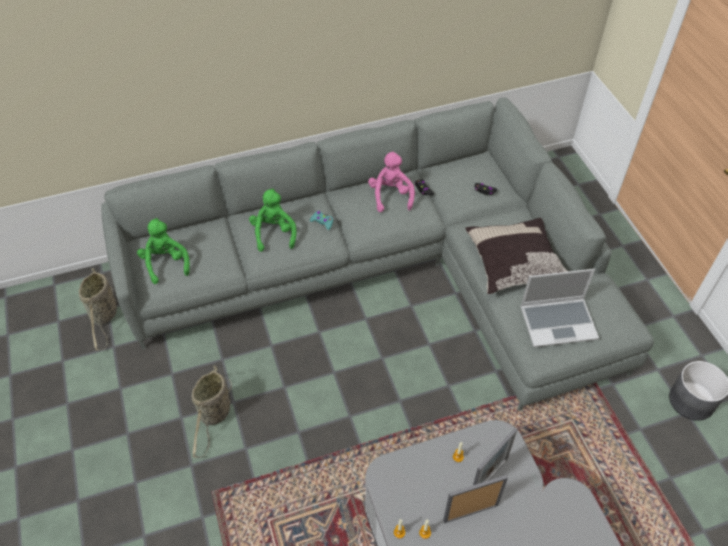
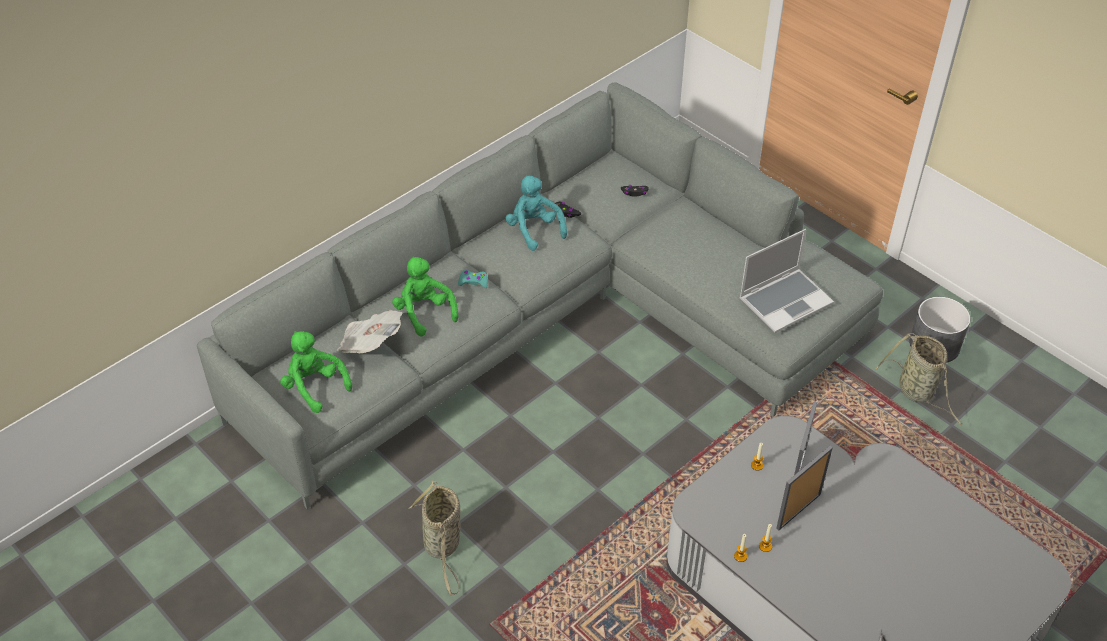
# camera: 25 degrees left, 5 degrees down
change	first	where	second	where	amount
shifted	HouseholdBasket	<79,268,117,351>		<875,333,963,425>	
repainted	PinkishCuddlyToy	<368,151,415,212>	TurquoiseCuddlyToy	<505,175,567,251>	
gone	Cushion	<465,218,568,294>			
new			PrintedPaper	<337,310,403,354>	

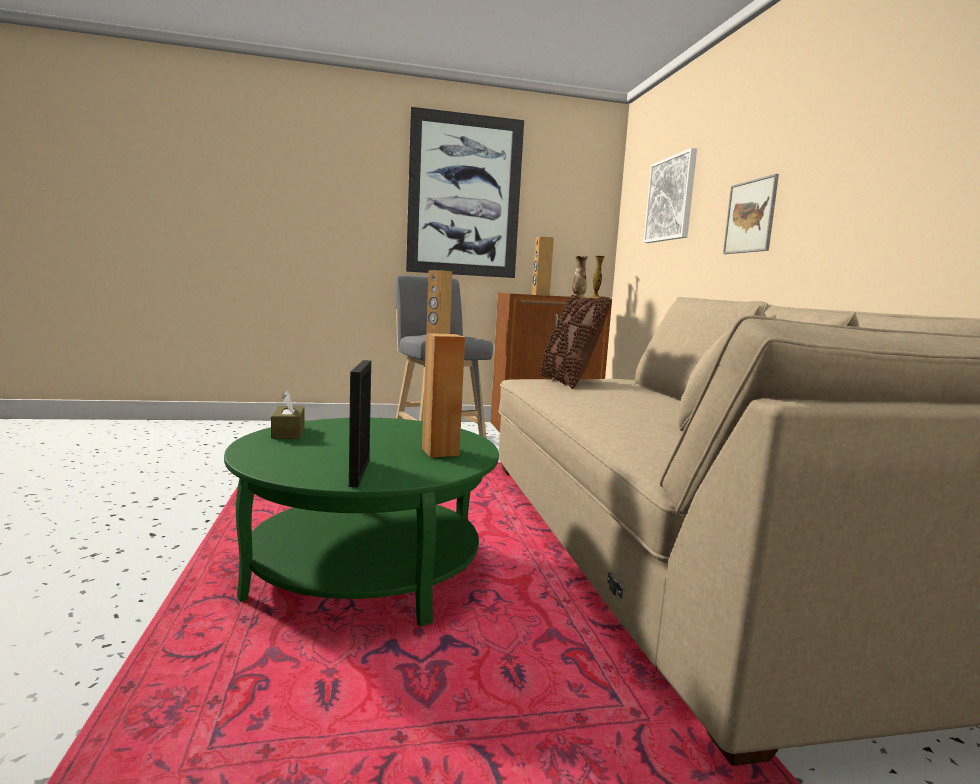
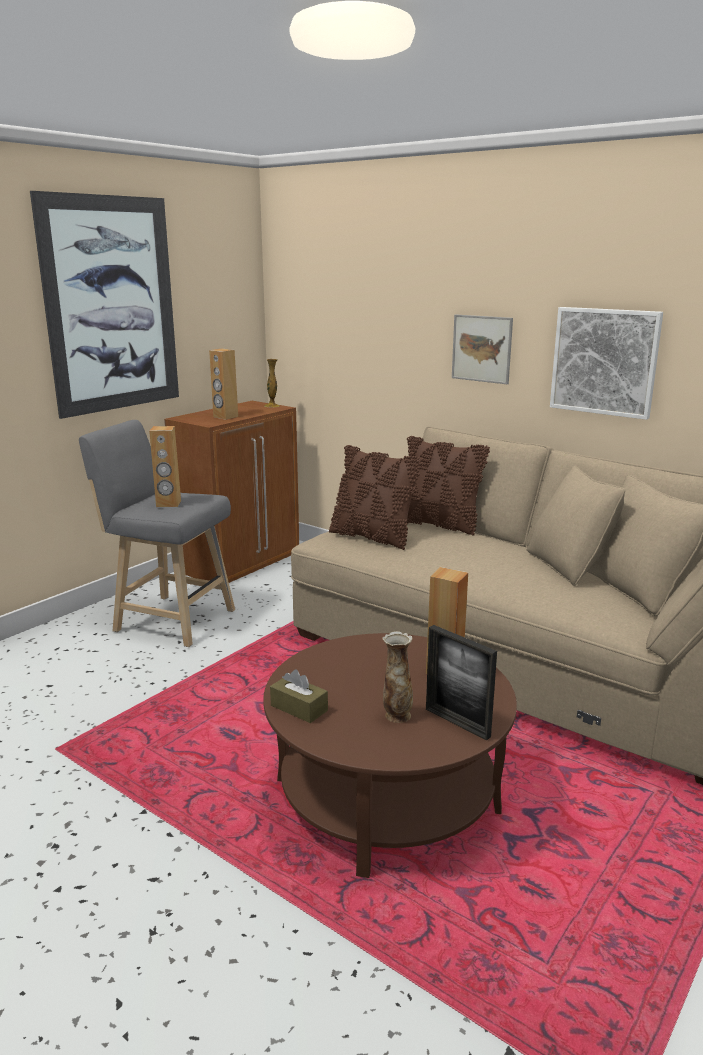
# camera: 40 degrees left, 10 degrees up
change	first	where	second	where	amount
repainted	GreenColouredLoungeTable	<224,418,499,627>	BrownLoungeTable	<263,633,517,878>	
shifted	FlowerVase	<573,256,588,297>		<383,631,413,723>	
shifted	WallArt	<643,148,697,243>		<550,307,663,420>	
new			BrownCushion	<407,436,490,536>	

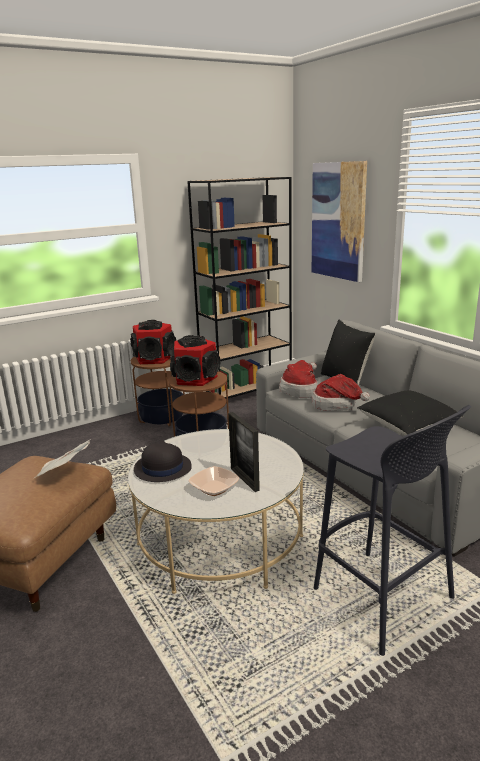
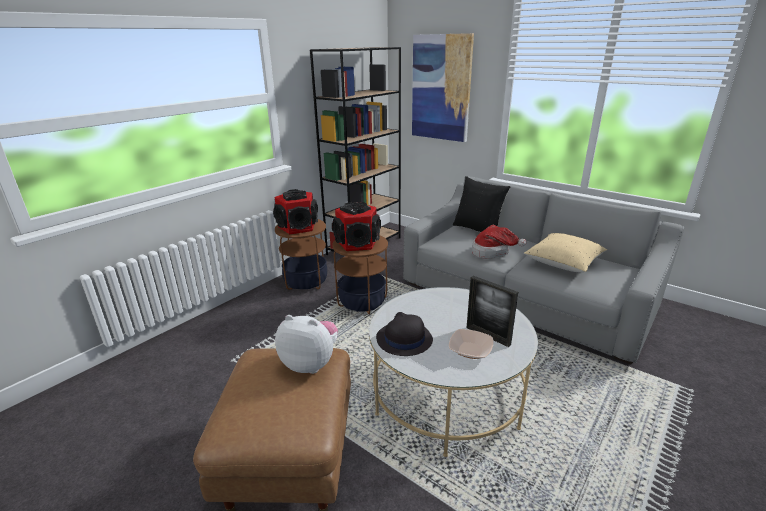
# camera: 20 degrees left, 5 degrees up
change	first	where	second	where	amount
swapped	PrintedPaper	<33,439,91,479>	CuddlyToy	<275,315,338,374>	
gone	ClothingHat	<279,360,318,398>			
gone	GreySittingStool	<314,405,472,656>			
repainted	BlackCushion	<357,390,463,435>	SandColouredCushion	<524,233,607,272>	

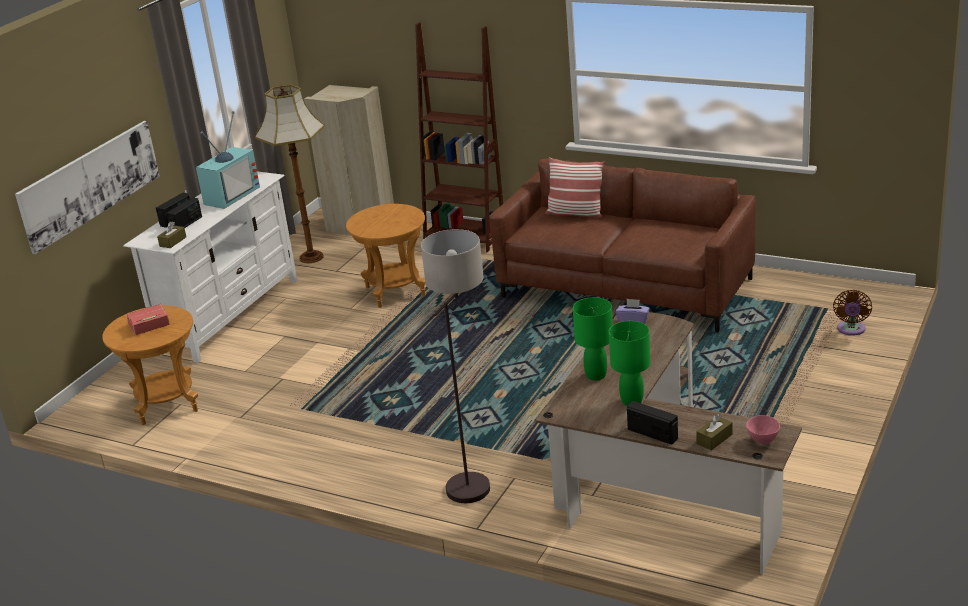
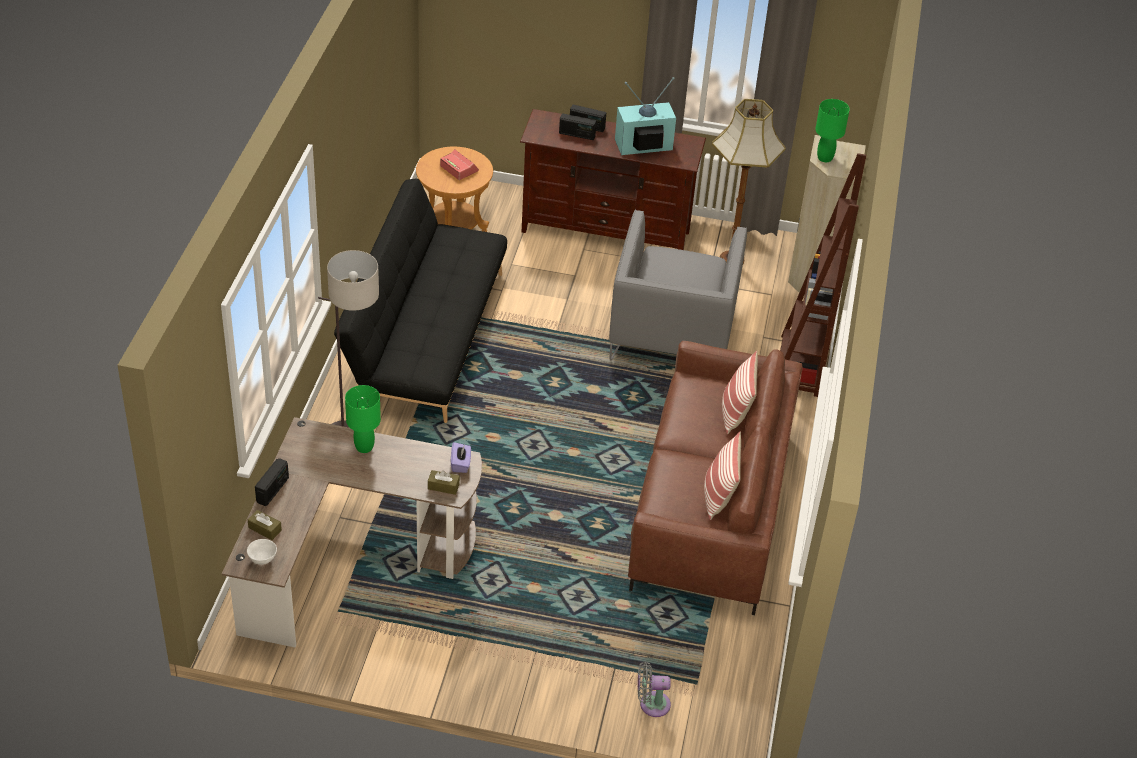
# camera: 70 degrees right, 15 degrees up
change	first	where	second	where	amount
gone	WallArt	<15,121,160,254>			
repainted	WhiteMediaConsole	<123,171,297,363>	BrownMediaConsole	<520,109,706,250>	
shifted	BrownBoxOfTissues	<157,221,186,248>		<428,470,460,495>	
rotated	Tv	<196,111,260,209>		<615,77,676,155>	150 degrees clockwise
swapped	BrownSideTable	<346,204,426,308>	GreyLoungeChair	<609,209,747,361>	
shifted	GreenColouredTableLamp	<609,321,650,406>		<815,99,850,162>	
repainted	PinkishBowl	<746,415,780,444>	WhiteBowl	<247,539,277,565>	
repainted	BrownFan	<833,289,872,336>	GreyFan	<638,661,671,717>	
new			BlackSofa	<334,178,507,423>	
new			Cushion	<704,432,741,520>	

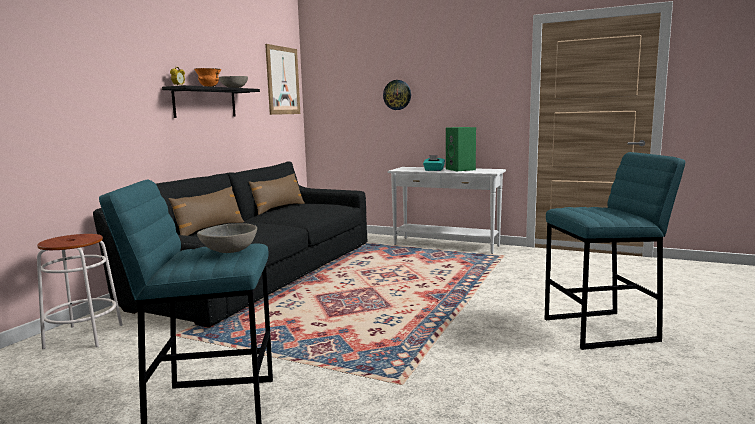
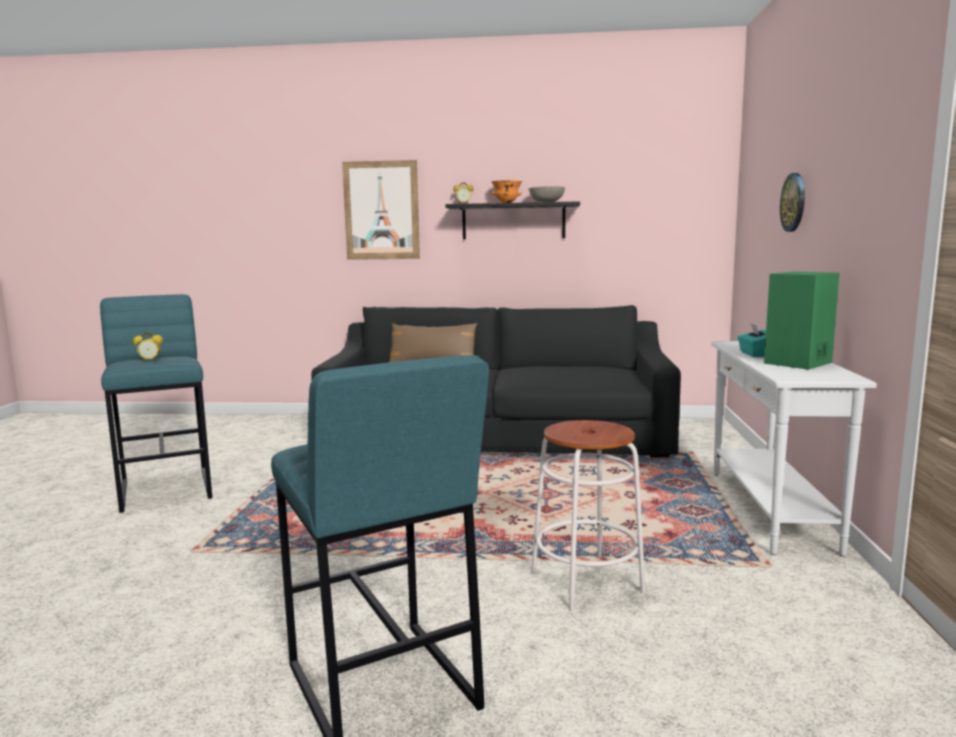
# camera: 70 degrees right, 0 degrees up
change	first	where	second	where	amount
shifted	WhiteSittingStool	<37,234,123,349>		<531,420,646,611>	
swapped	GreyBowl	<197,223,257,253>	BedsideClock	<133,332,163,362>	
gone	BrownCushion	<248,173,305,215>			
shifted	WallArt	<265,44,300,115>		<342,160,420,260>	

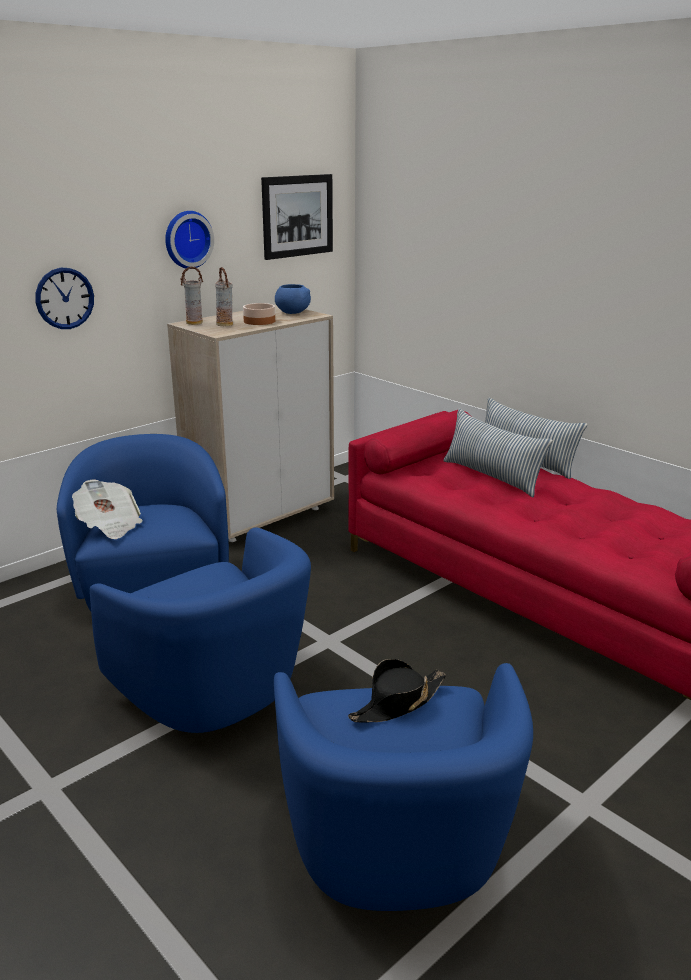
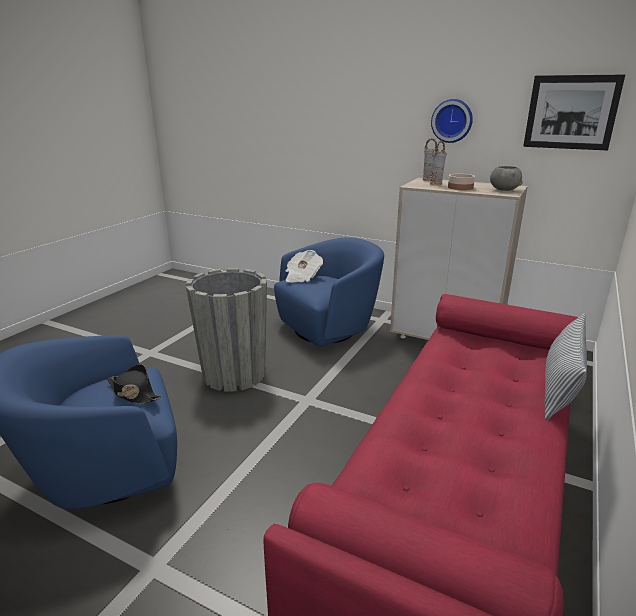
# camera: 70 degrees right, 0 degrees up
change	first	where	second	where	amount
gone	WallClock	<36,268,94,329>			
swapped	BluishLoungeChair	<90,527,311,733>	GreyPlantPot	<186,268,267,392>	
repainted	BluishBowl	<275,284,311,314>	GreyBowl	<490,166,523,191>	
gone	Cushion	<443,409,553,497>			

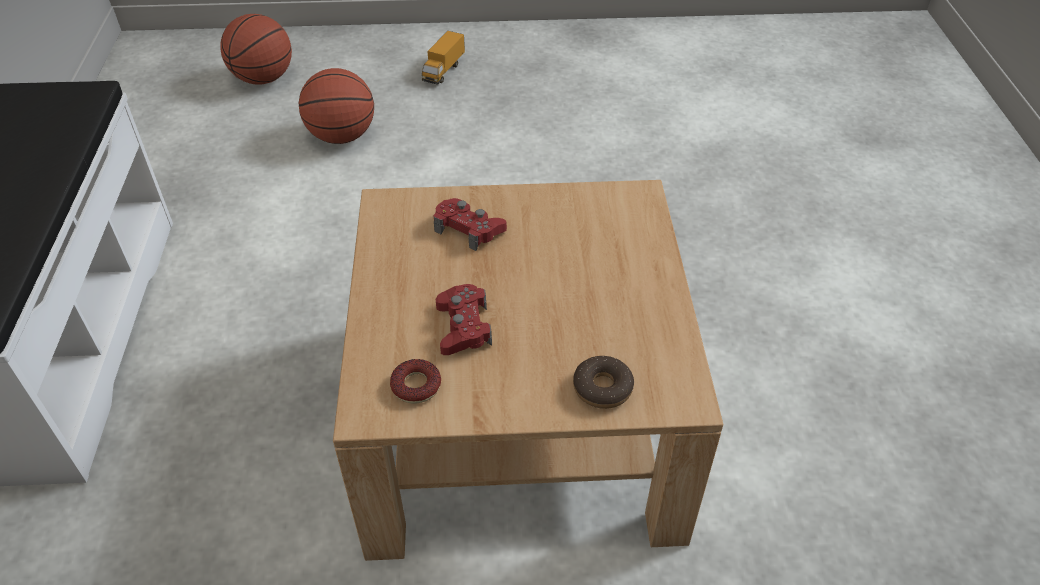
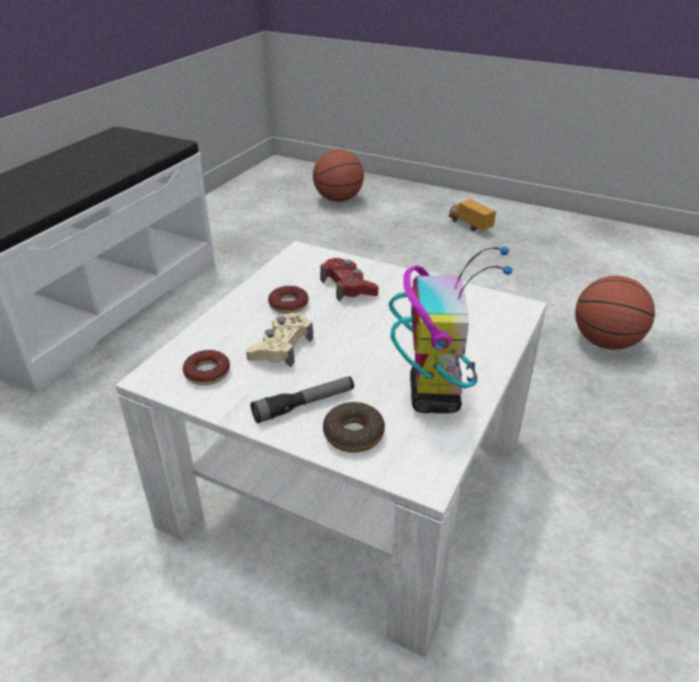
# camera: 30 degrees right, 10 degrees down
change	first	where	second	where	amount
shifted	Basketball	<299,68,374,144>		<575,276,655,350>	
repainted	BrownLoungeTable	<333,180,724,561>	WhiteLoungeTable	<115,241,547,657>	
rotated	ToyTruck	<422,31,465,85>		<449,199,496,231>	90 degrees clockwise
repainted	RedJoypad	<436,284,492,355>	SandColouredJoypad	<246,313,313,368>	
new			Flashlight	<250,376,354,423>	
new			RingDoughnut	<268,286,309,314>	
new			ModelRobot	<388,246,513,413>	

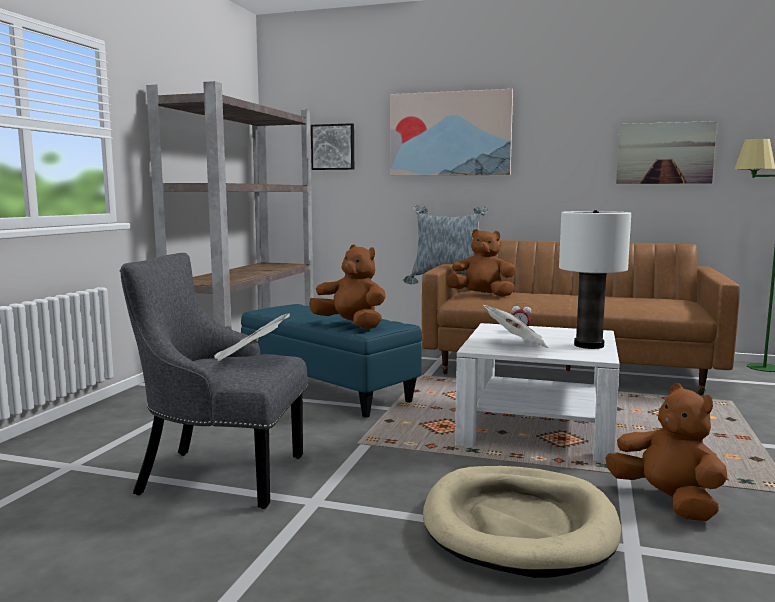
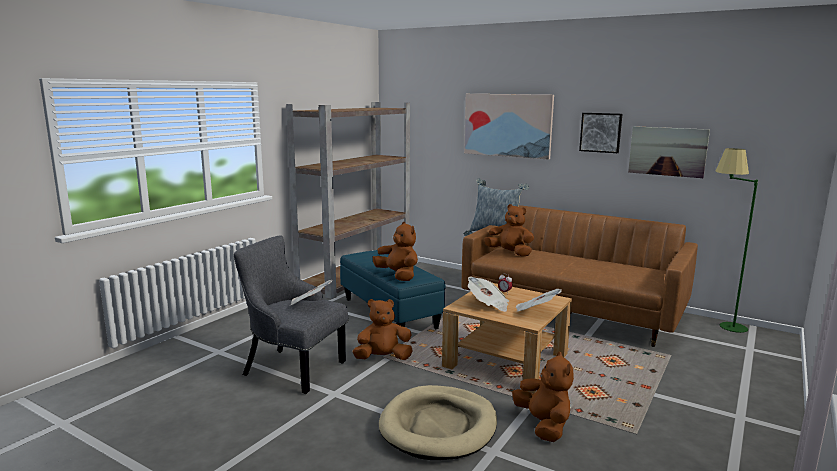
# camera: 15 degrees right, 5 degrees up
change	first	where	second	where	amount
shifted	WallArt	<311,123,354,170>		<579,113,622,153>	
repainted	WhiteLoungeTable	<455,323,620,462>	BrownLoungeTable	<442,283,572,393>	
swapped	WhiteTableLamp	<559,210,631,349>	PrintedPaper	<516,289,562,312>	
new			BrownCuddlyToy	<352,299,413,360>	

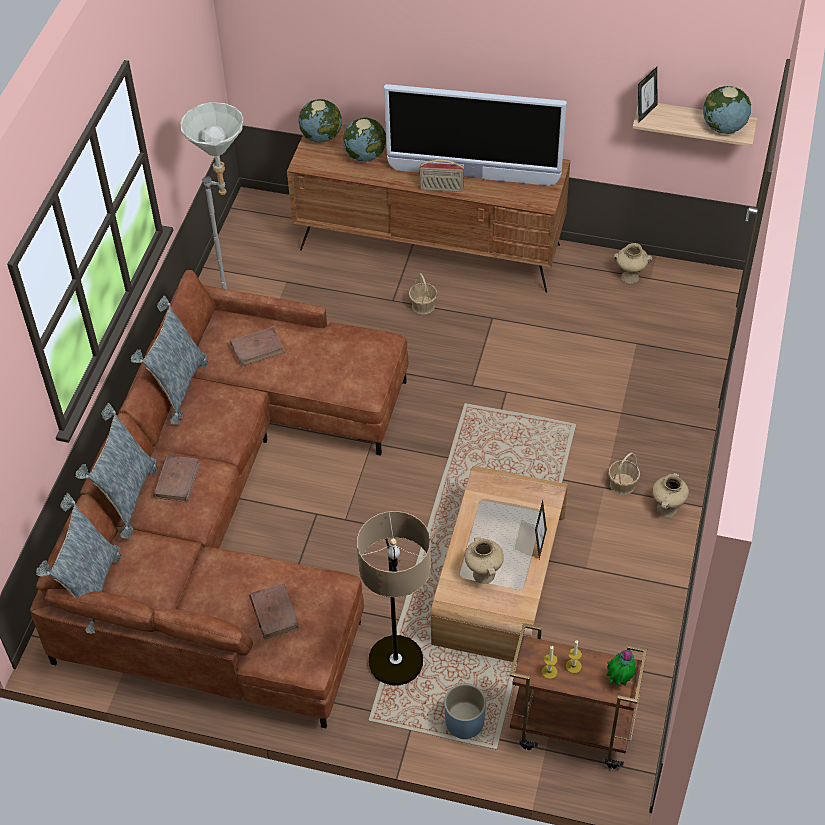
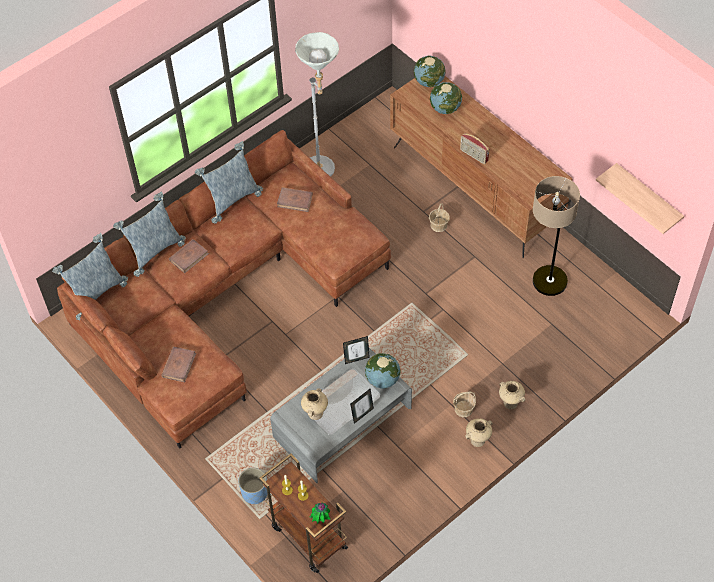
# camera: 35 degrees right, 5 degrees up
change	first	where	second	where	amount
shifted	StandingLamp	<357,511,431,685>		<533,176,580,296>	
gone	Tv	<384,84,567,185>			
repainted	BrownLoungeTable	<431,466,568,662>	GreyLoungeTable	<270,348,412,483>	
shifted	SandColouredFlowerVase	<613,243,652,284>		<499,381,526,409>	
shifted	StandingFrame	<638,67,657,122>		<343,336,370,364>	
shifted	DeskGlobe	<703,86,751,134>		<365,353,401,388>	

